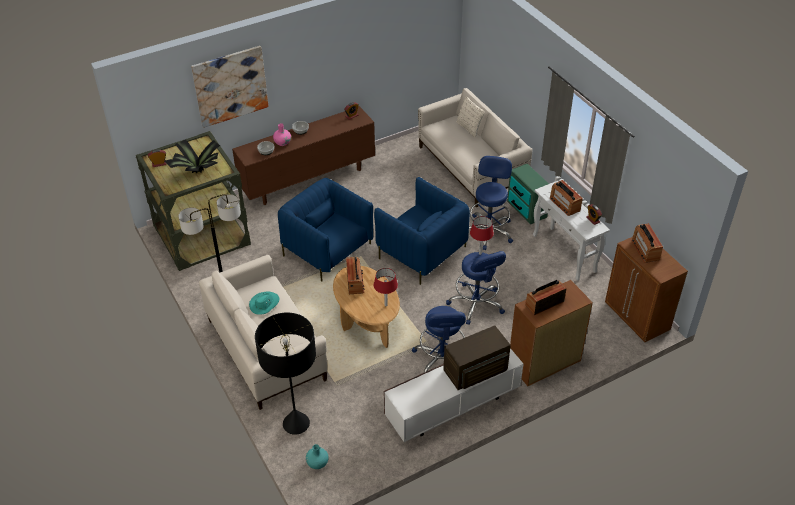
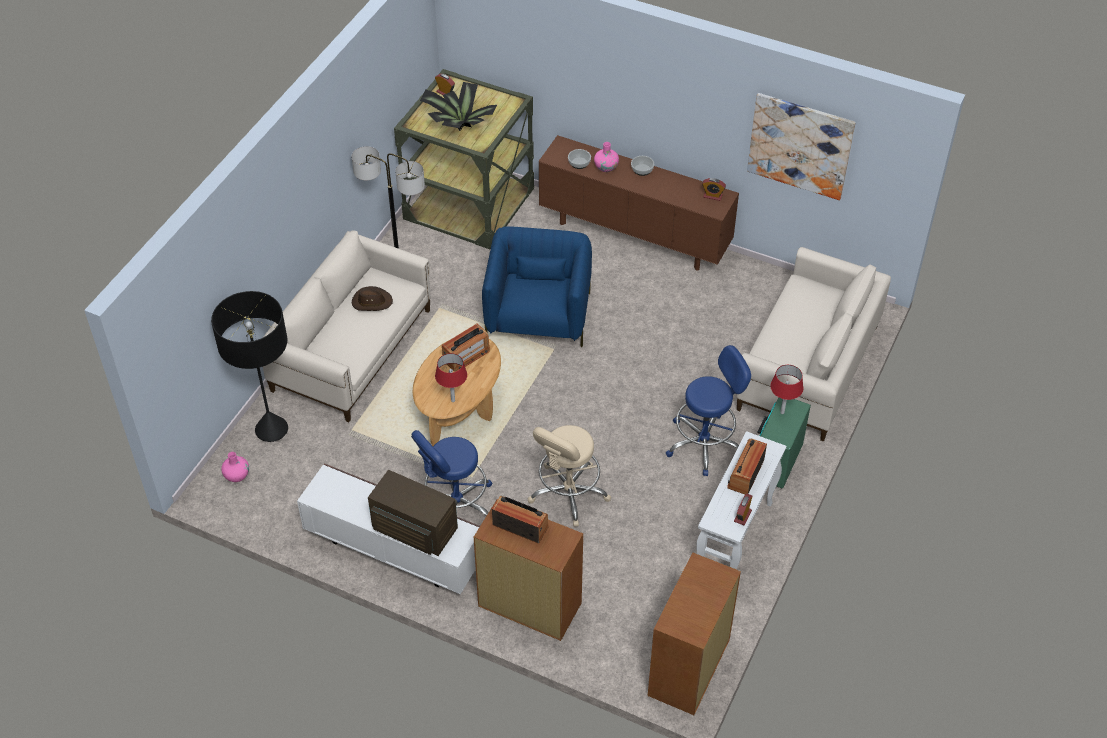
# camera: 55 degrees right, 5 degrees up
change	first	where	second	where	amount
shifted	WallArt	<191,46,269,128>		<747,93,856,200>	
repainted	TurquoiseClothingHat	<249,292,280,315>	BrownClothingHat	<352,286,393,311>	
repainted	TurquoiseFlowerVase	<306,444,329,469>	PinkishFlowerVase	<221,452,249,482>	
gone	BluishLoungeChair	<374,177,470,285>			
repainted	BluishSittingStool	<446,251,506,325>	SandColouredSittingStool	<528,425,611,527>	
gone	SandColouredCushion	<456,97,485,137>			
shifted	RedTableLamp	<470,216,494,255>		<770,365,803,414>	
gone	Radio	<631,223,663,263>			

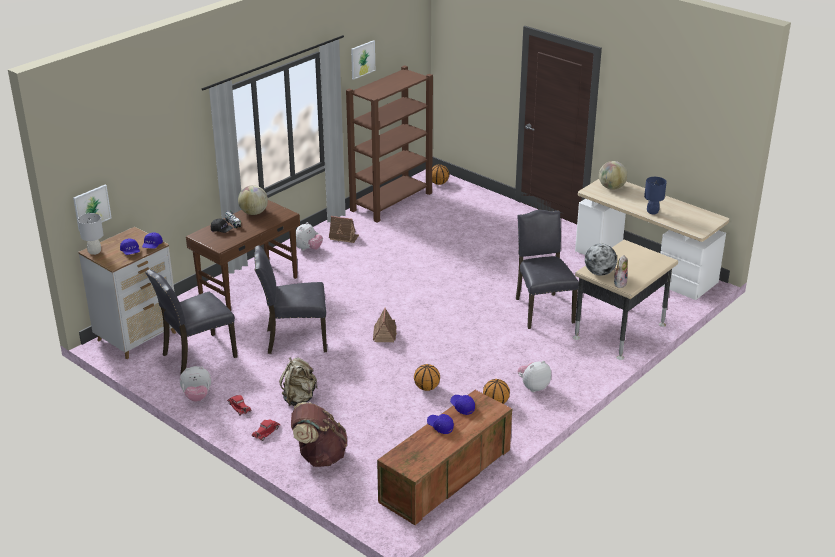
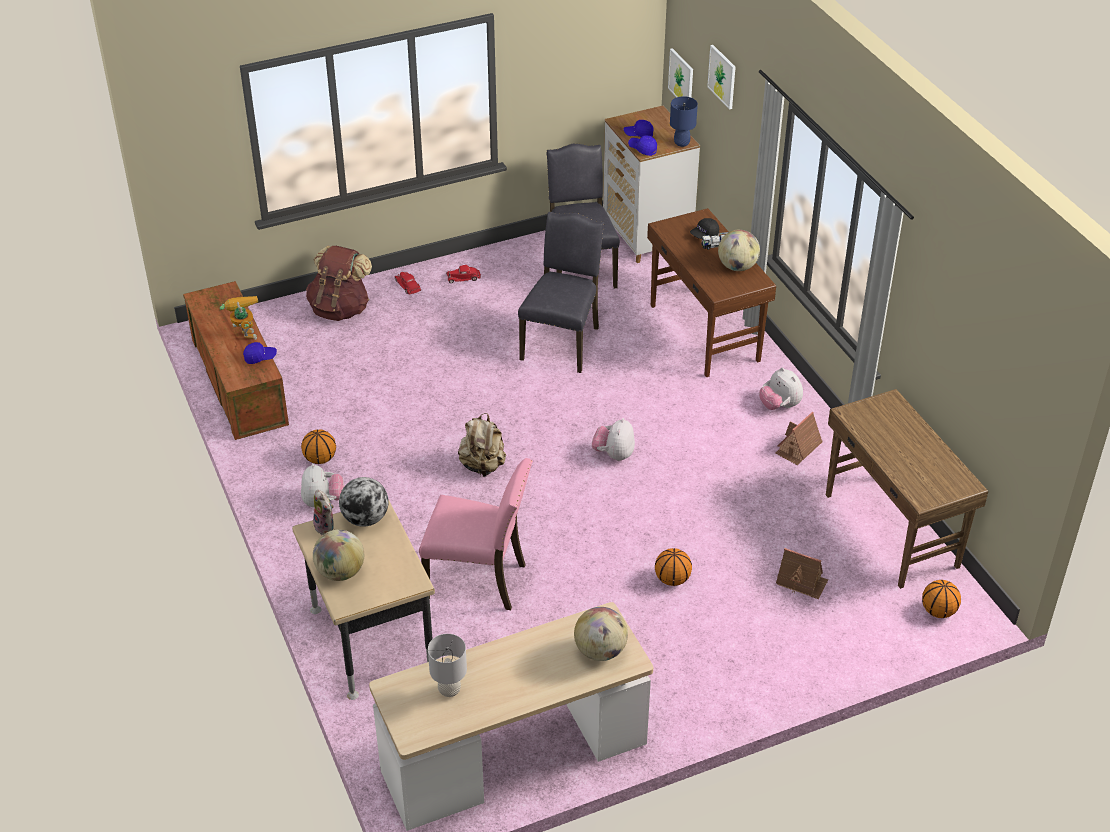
# camera: 115 degrees right, 10 degrees up
change	first	where	second	where	amount
shifted	GreyTableLamp	<78,213,103,255>		<428,634,467,697>	
shifted	CuddlyToy	<180,366,211,402>		<592,418,635,461>	
shifted	SandColouredRucksack	<279,357,318,406>		<458,413,506,477>	
swapped	BrownBookshelf	<346,65,433,223>	BrownHallTable	<826,389,988,589>	
shifted	WallArt	<351,40,375,80>		<707,45,736,110>	
shifted	ToyHouse	<373,307,397,342>		<776,548,828,599>	
shifted	Basketball	<414,364,440,391>		<655,548,692,586>	
swapped	BluishPeakedCap	<427,414,454,434>	ModelRobot	<220,296,258,340>	
repainted	GreyChair	<516,209,579,329>	PinkishChair	<419,458,533,610>	
shifted	BluishTableLamp	<644,177,667,215>		<670,96,698,147>	
new			DeskGlobe	<313,529,364,581>	

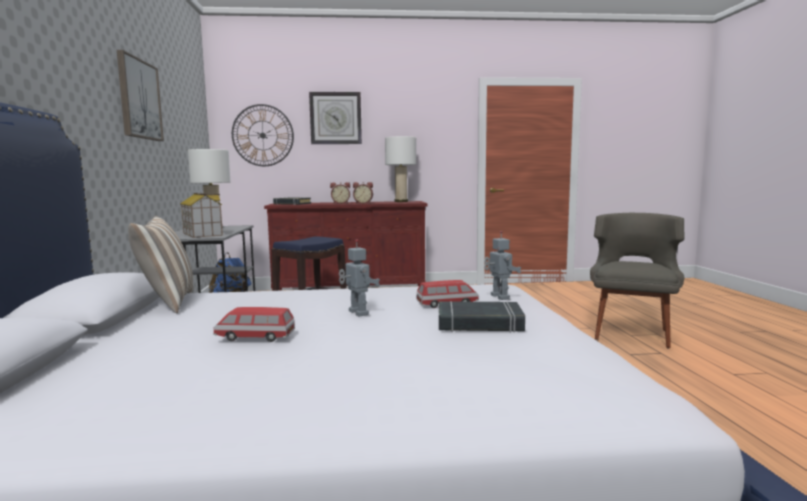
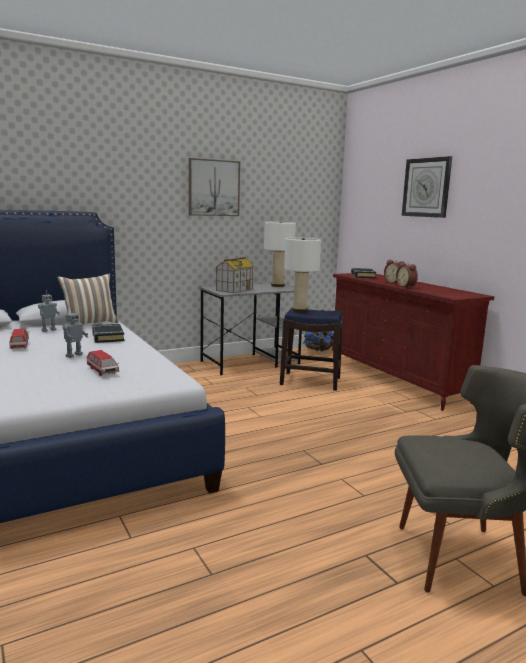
# camera: 65 degrees right, 5 degrees up
change	first	where	second	where	amount
gone	WallClock	<232,104,294,166>			
shifted	WhiteTableLamp	<385,136,416,202>		<284,238,321,312>	
shifted	BlackBook	<439,301,525,333>		<92,324,124,343>	
shifted	ModelRobot	<484,231,521,300>		<38,290,60,332>	

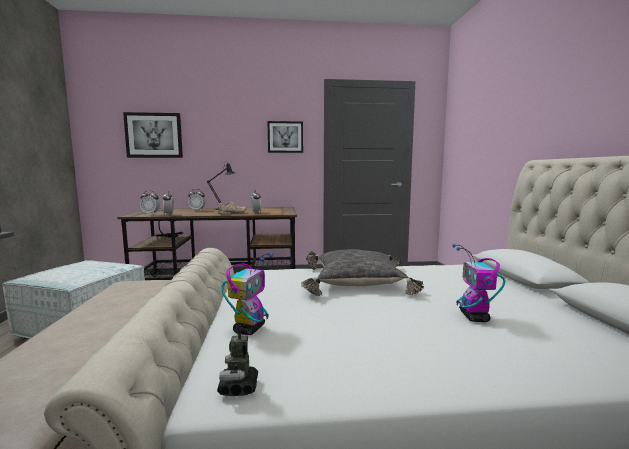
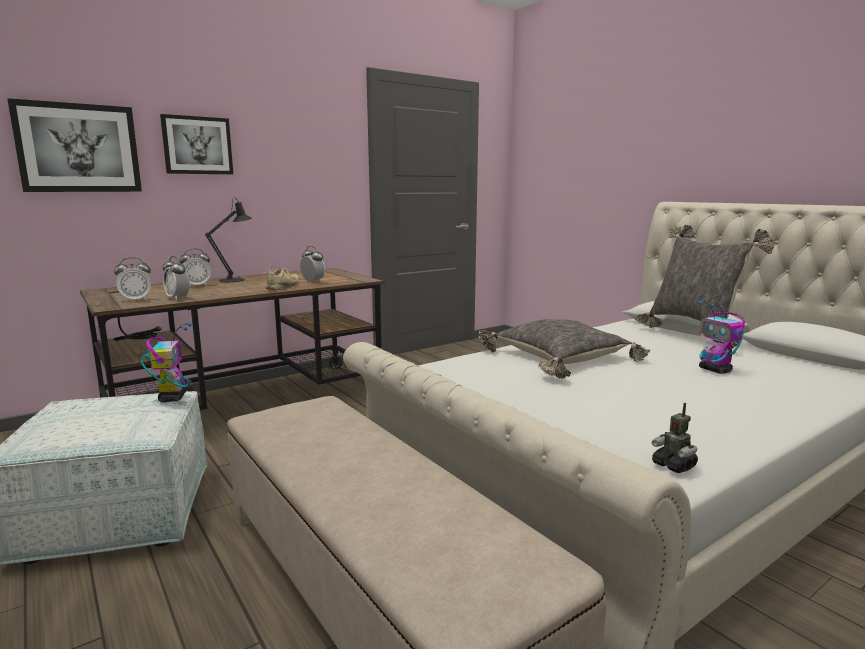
# camera: 30 degrees left, 5 degrees up
change	first	where	second	where	amount
shifted	ModelRobot	<221,254,273,335>		<141,323,192,402>	
shifted	WallArt	<268,121,303,153>		<160,114,233,174>	
new			Cushion	<636,225,775,348>	

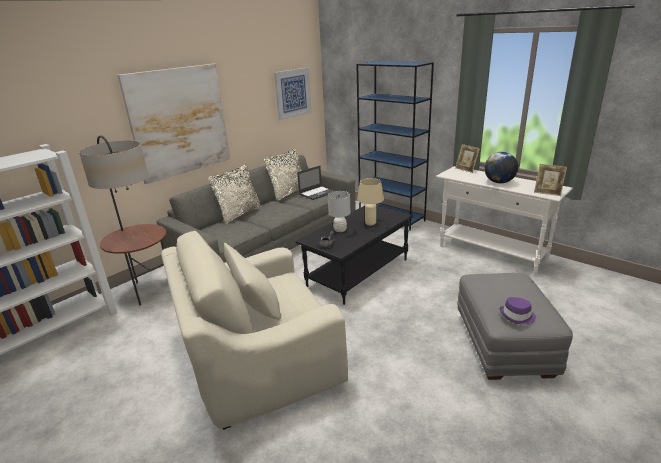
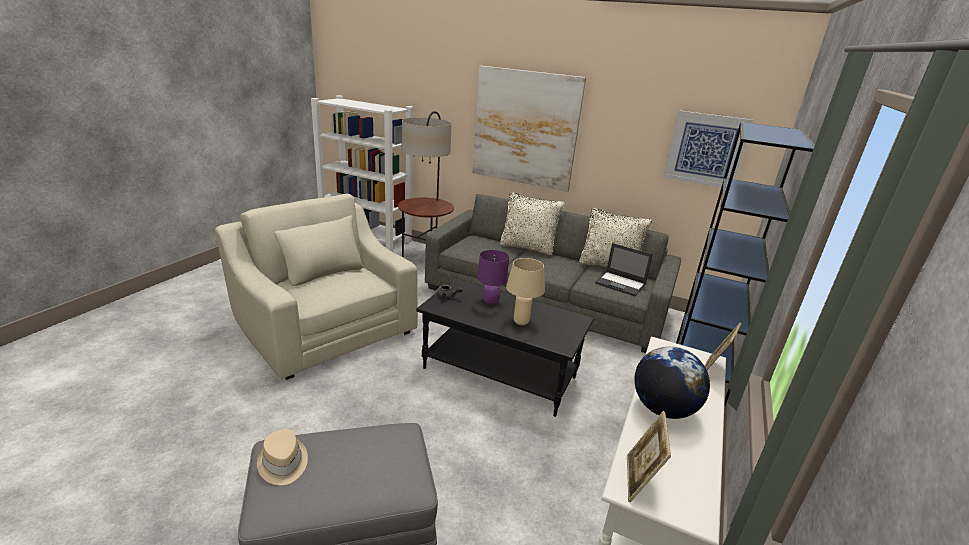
# camera: 70 degrees right, 0 degrees up
change	first	where	second	where	amount
repainted	GreyTableLamp	<328,191,351,232>	PurpleTableLamp	<478,250,509,305>	
repainted	PurpleClothingHat	<500,297,536,325>	SandColouredClothingHat	<257,429,308,485>	

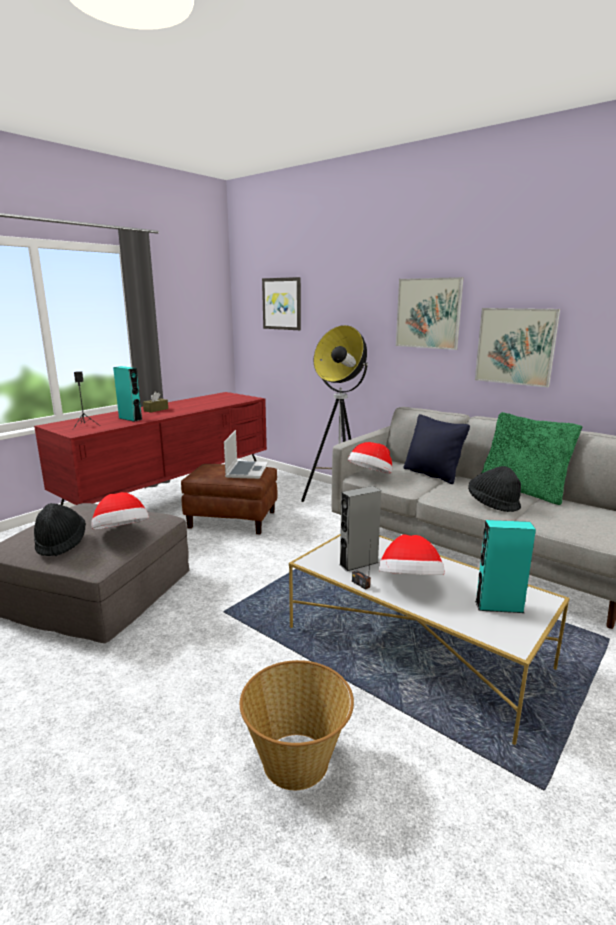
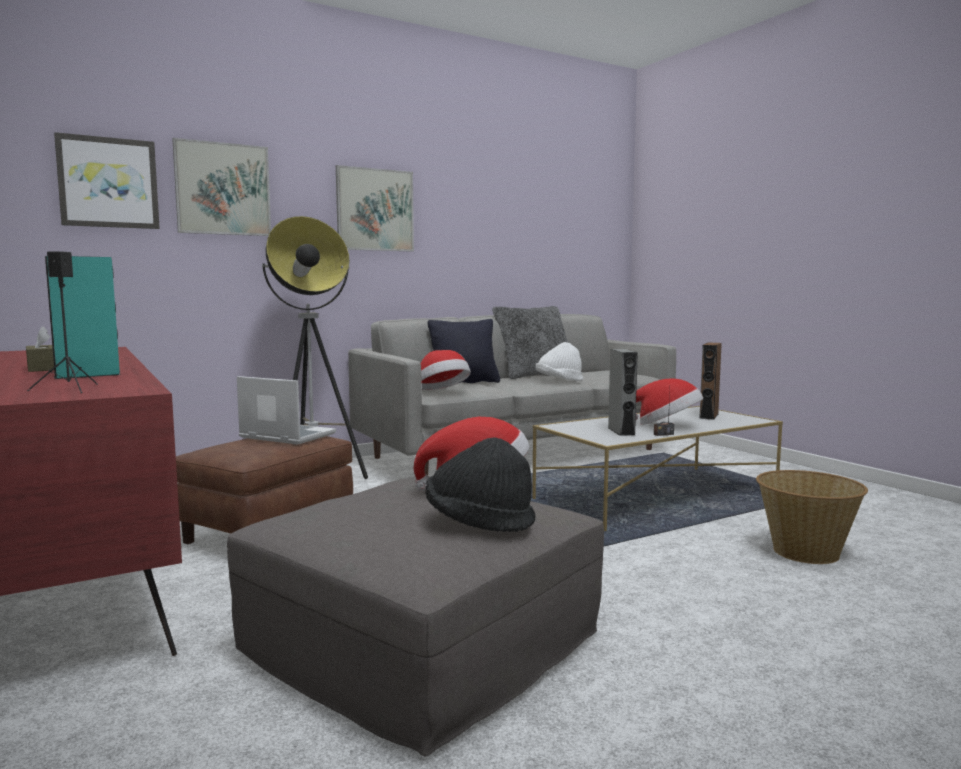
# camera: 70 degrees left, 10 degrees down
change	first	where	second	where	amount
repainted	BlackClothingHat	<468,466,521,512>	WhiteClothingHat	<536,342,583,381>	
shifted	WallArt	<475,308,560,388>		<172,138,271,236>	
repainted	TurquoiseLoudspeaker	<475,520,536,613>	BrownLoudspeaker	<699,343,722,420>	
repainted	GreenColouredCushion	<482,412,582,505>	GreyCushion	<492,306,569,379>	

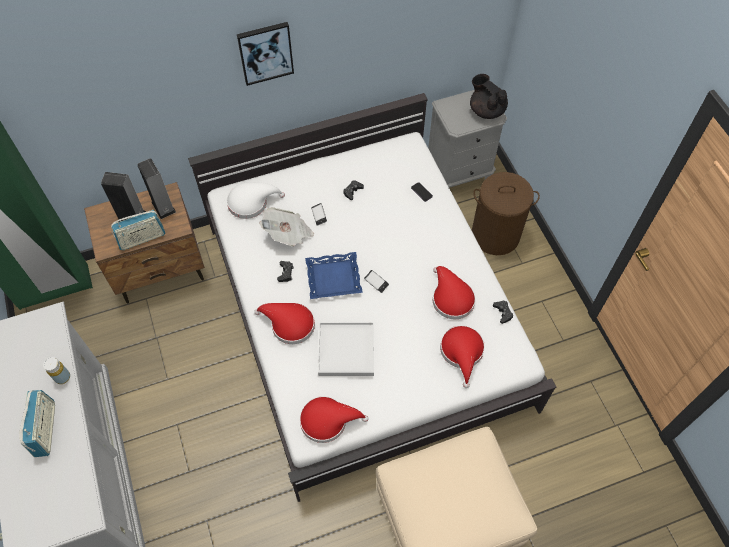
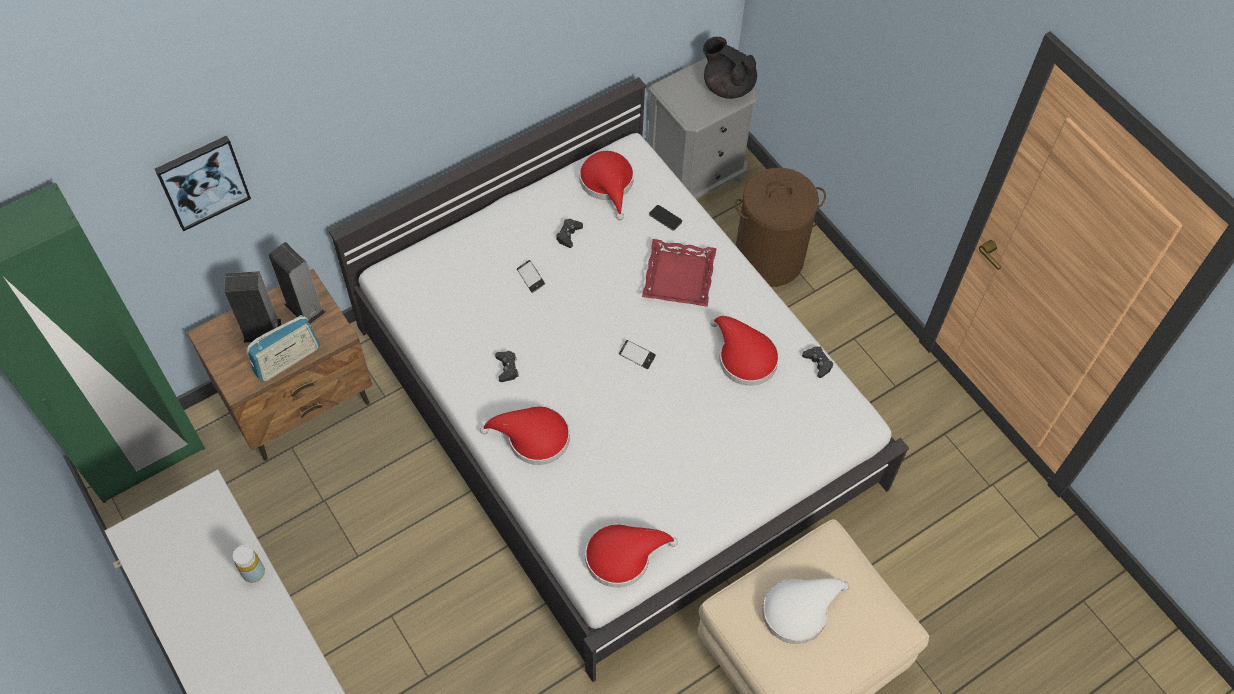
# camera: 15 degrees left, 0 degrees up
change	first	where	second	where	amount
gone	Radio	<20,390,55,457>			
shifted	WhiteClothingHat	<227,182,285,219>		<762,578,849,644>	
shifted	WallArt	<237,22,294,86>		<155,136,251,231>	
gone	PrintedPaper	<259,207,314,246>			
gone	BluishCarryingTray	<305,252,363,299>			
gone	WhiteCarryingTray	<318,323,374,376>			
shifted	RedClothingHat	<440,325,485,388>		<579,151,634,220>	
new			RedCarryingTray	<642,239,717,307>	

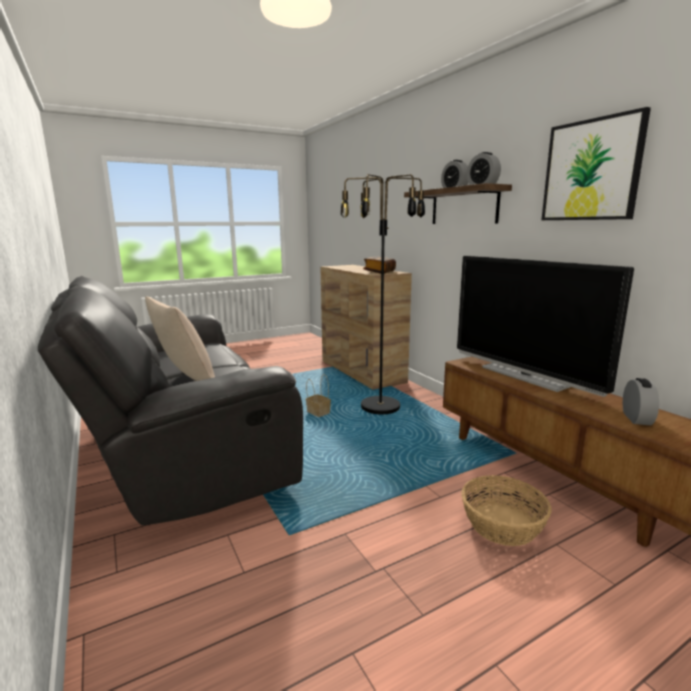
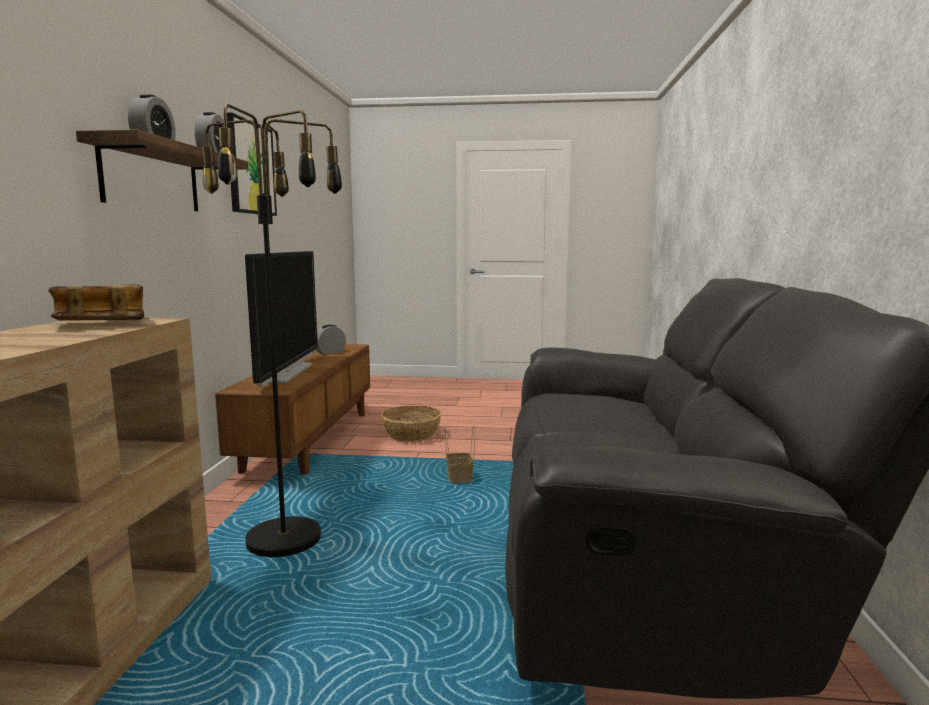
# camera: 145 degrees left, 5 degrees down
change	first	where	second	where	amount
gone	SandColouredCushion	<145,296,215,381>			
shifted	HouseholdBasket	<306,374,331,417>		<445,425,475,484>	

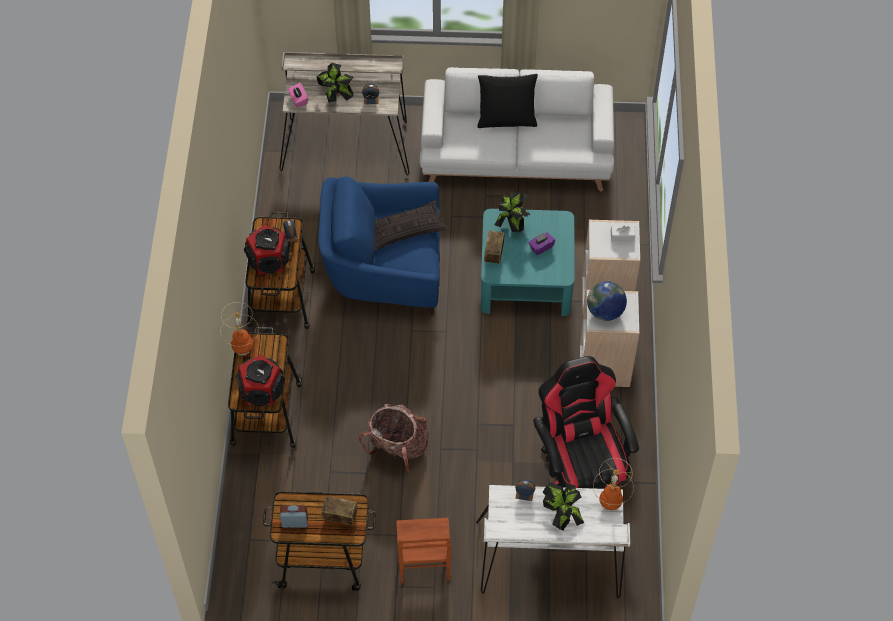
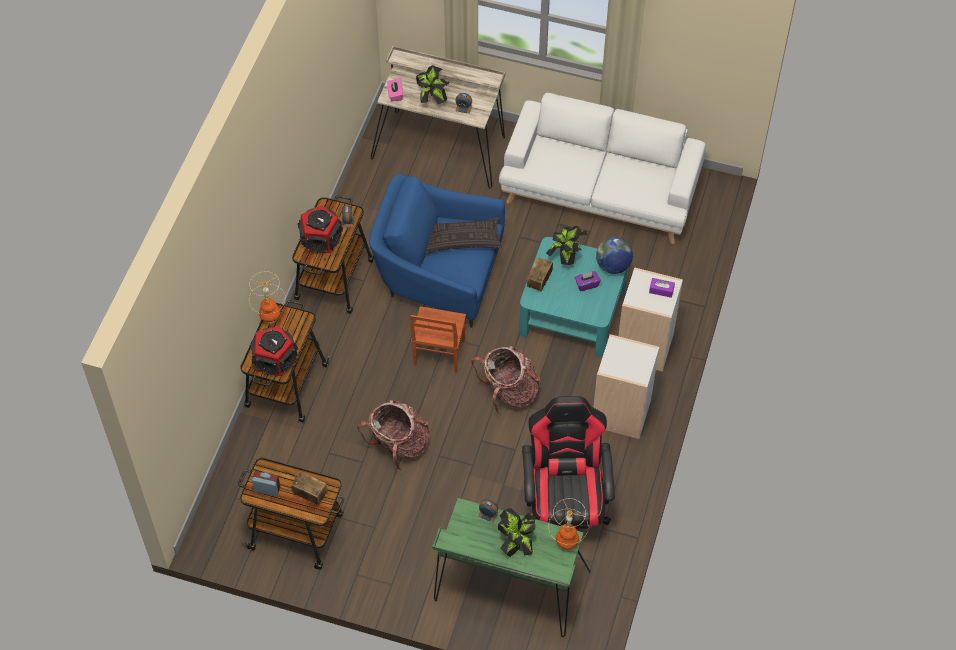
# camera: 15 degrees right, 0 degrees up
change	first	where	second	where	amount
shifted	BrownChair	<396,518,452,583>		<410,306,466,372>	
repainted	WhiteDesk	<476,485,630,598>	GreenColouredDesk	<432,498,591,637>	
gone	BlackCushion	<477,74,538,128>			
shifted	DeskGlobe	<587,281,627,321>		<596,237,633,274>	
repainted	WhiteBoxOfTissues	<611,225,635,241>	PurpleBoxOfTissues	<649,278,675,298>	
new			Rucksack	<471,346,541,415>	

